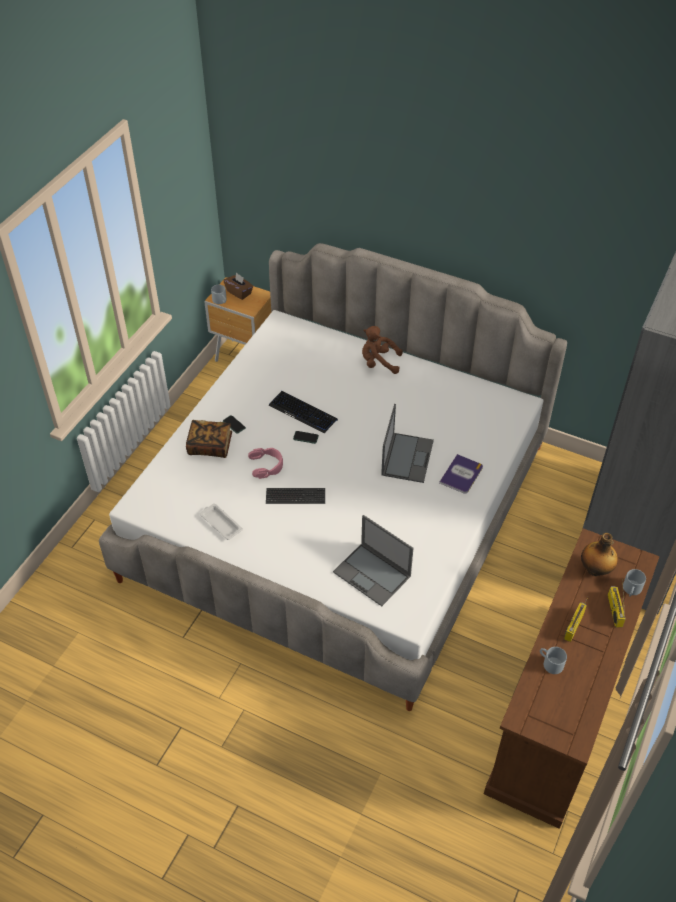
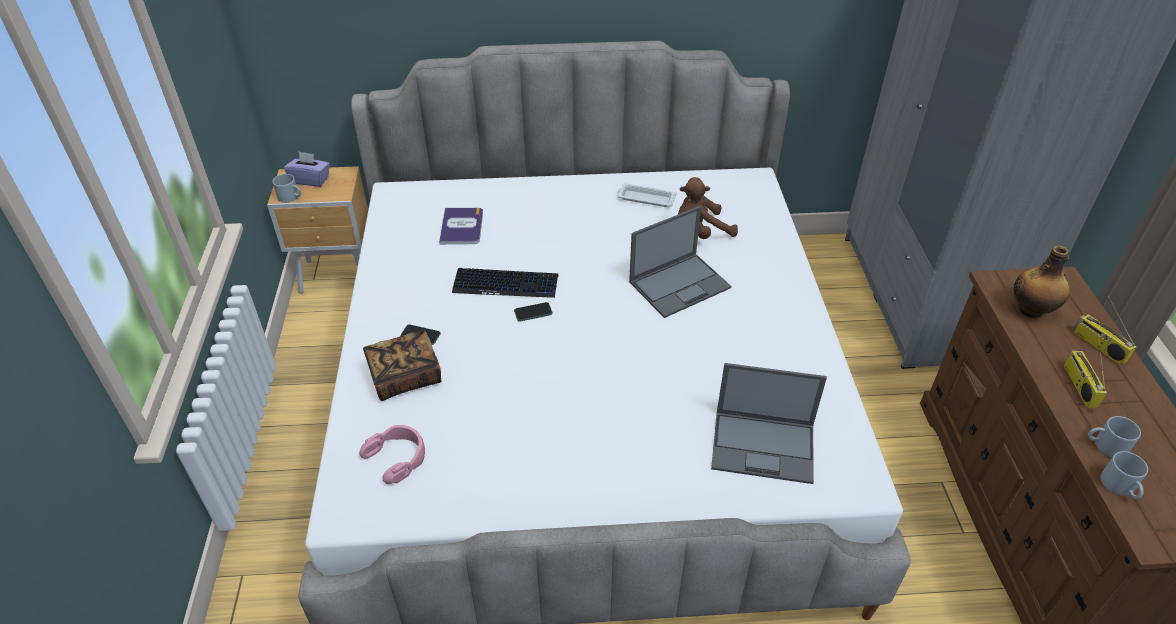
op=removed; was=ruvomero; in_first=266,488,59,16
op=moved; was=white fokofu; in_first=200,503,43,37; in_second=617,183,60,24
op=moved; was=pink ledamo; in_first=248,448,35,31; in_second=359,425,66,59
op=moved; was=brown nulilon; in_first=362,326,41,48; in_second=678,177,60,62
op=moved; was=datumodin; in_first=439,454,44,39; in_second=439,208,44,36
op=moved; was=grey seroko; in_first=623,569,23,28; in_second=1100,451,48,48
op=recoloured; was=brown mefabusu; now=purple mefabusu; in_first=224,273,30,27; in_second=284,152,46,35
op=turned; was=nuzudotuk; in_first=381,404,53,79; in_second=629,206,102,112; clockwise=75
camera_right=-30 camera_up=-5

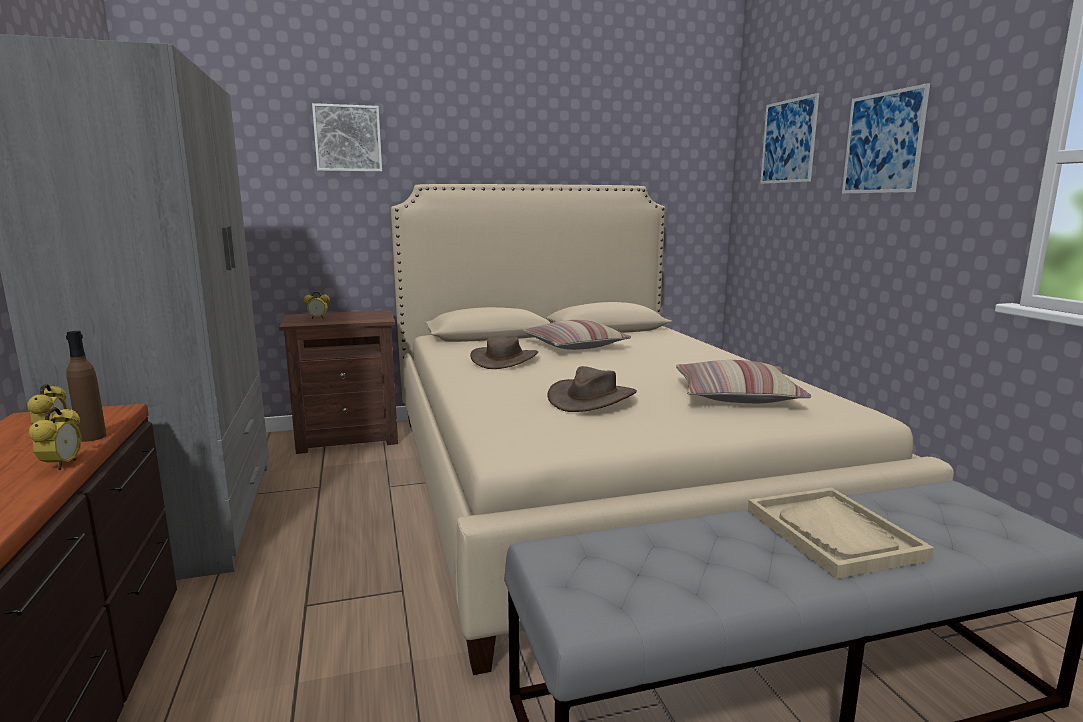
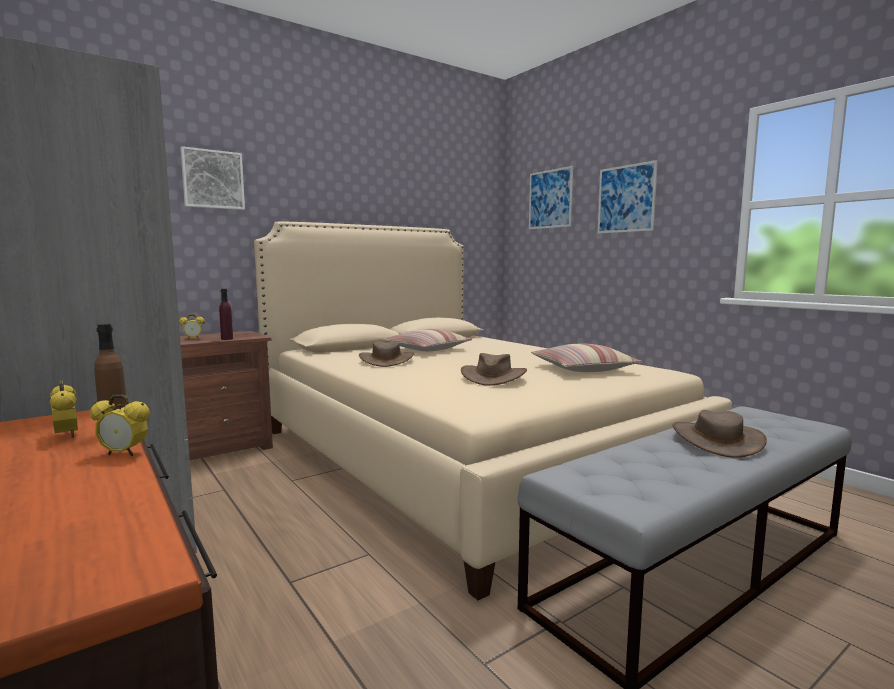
op=added; now=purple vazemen; in_second=219,289,14,51
op=replaced; was=beige fokofu; now=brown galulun; in_first=748,488,186,91; in_second=672,410,95,48
op=turned; was=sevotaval; in_first=29,407,53,63; in_second=90,394,60,62; clockwise=120
camera_right=-20 camera_up=-5

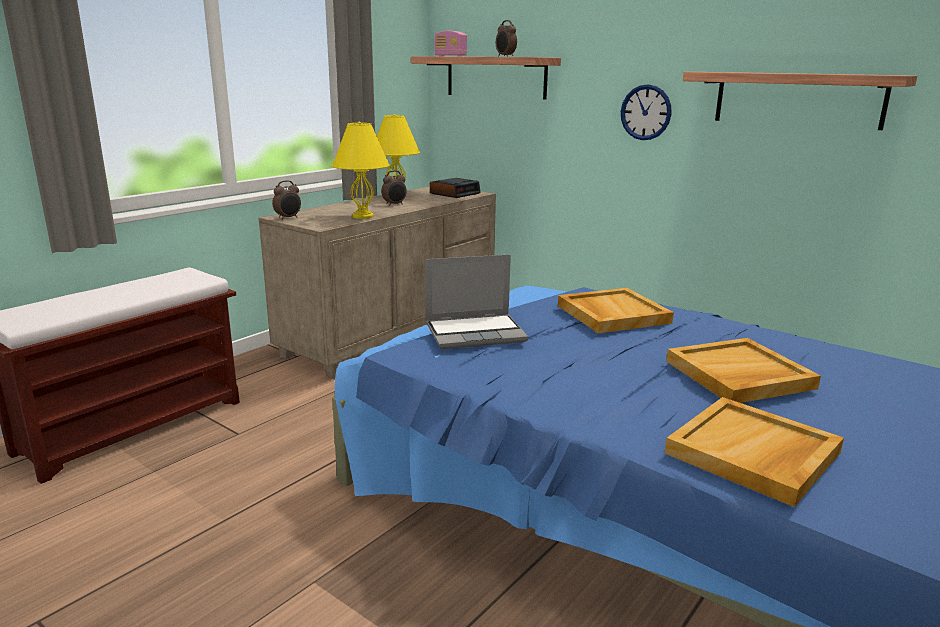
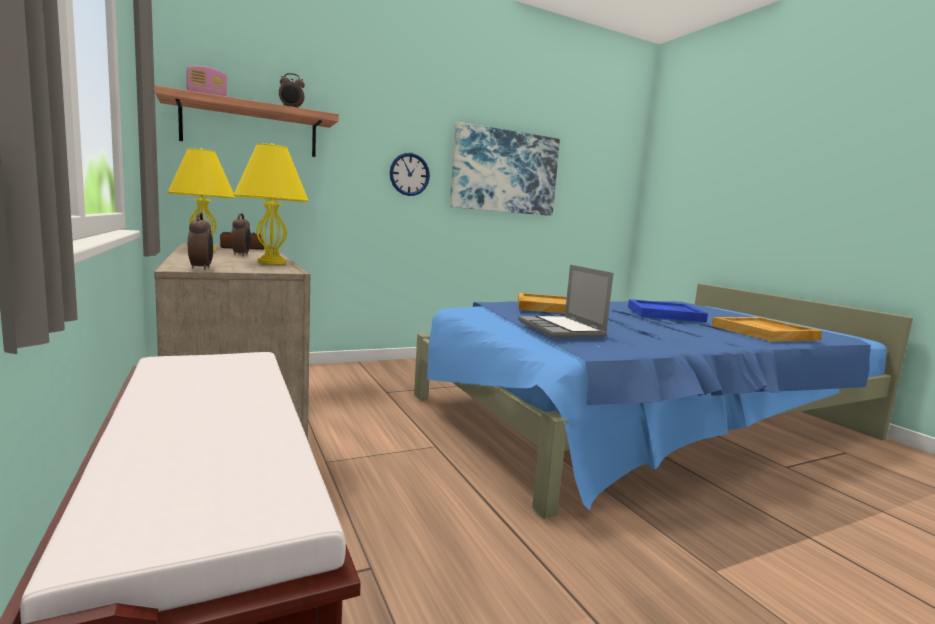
op=replaced; was=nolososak; now=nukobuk; in_first=683,72,234,58; in_second=450,122,110,94
op=recoloured; was=beige fokofu; now=blue fokofu; in_first=666,338,155,65; in_second=628,299,80,23
op=turned; was=nuzudotuk; in_first=426,254,102,95; in_second=518,265,96,73; clockwise=150
camera_right=-65 camera_up=-10

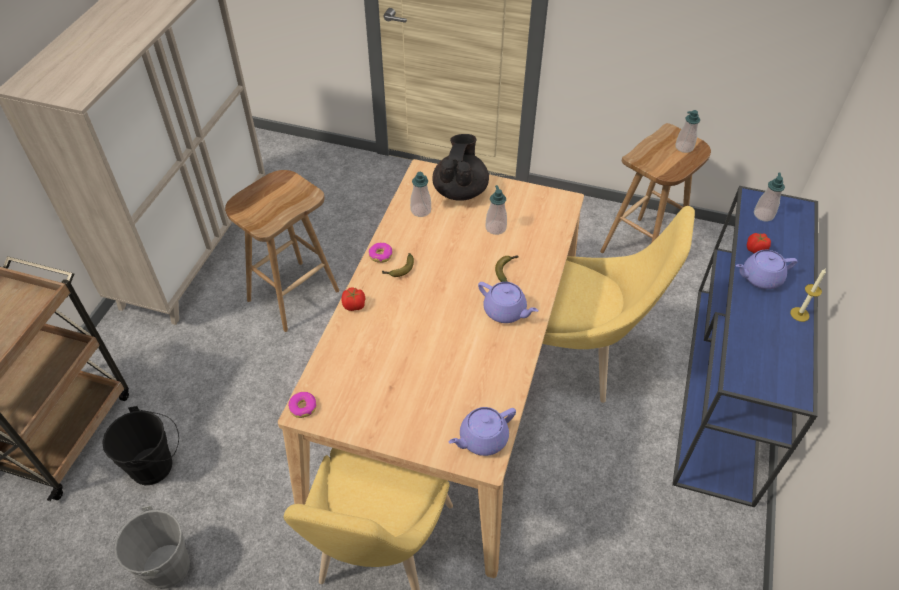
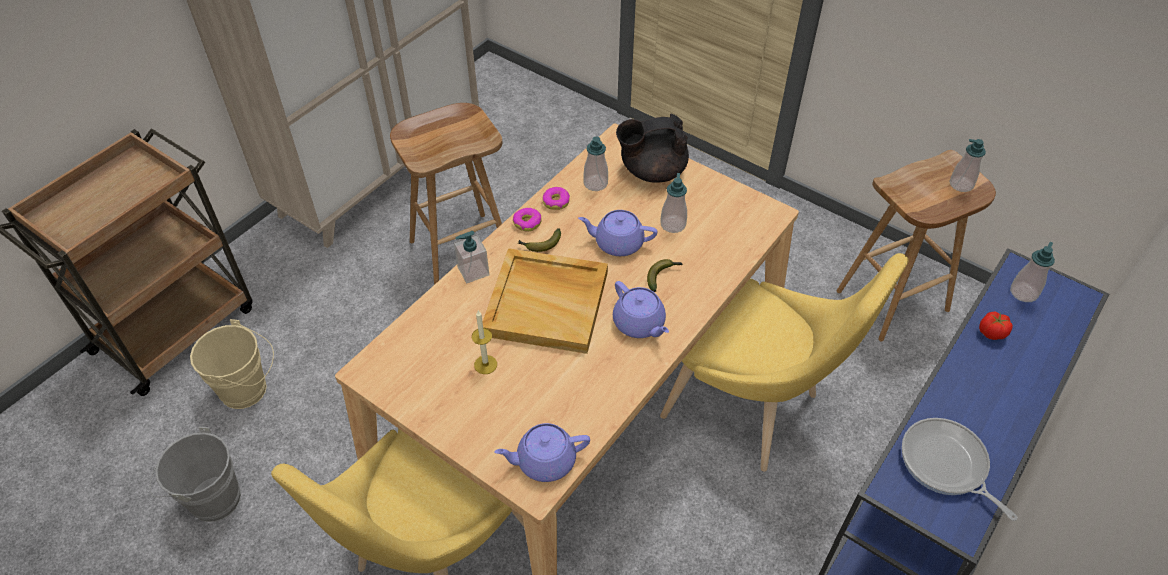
op=added; now=beige fokofu; in_second=483,248,125,106
op=added; now=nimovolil; in_second=902,418,116,103
op=moved; was=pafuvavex; in_first=288,392,28,26; in_second=542,187,28,23
op=moved; was=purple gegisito; in_first=736,250,62,39; in_second=578,210,79,46
op=moved; was=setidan; in_first=790,268,36,54; in_second=472,311,25,63
op=replaced; was=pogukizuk; now=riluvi; in_first=342,287,23,24; in_second=454,231,35,52
op=recoloured; was=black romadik; now=beige romadik; in_first=102,406,77,79; in_second=190,319,84,90
op=turned; was=black gegisito; in_first=432,134,57,67; in_second=616,114,73,69; clockwise=-135
camera_right=20 camera_up=0

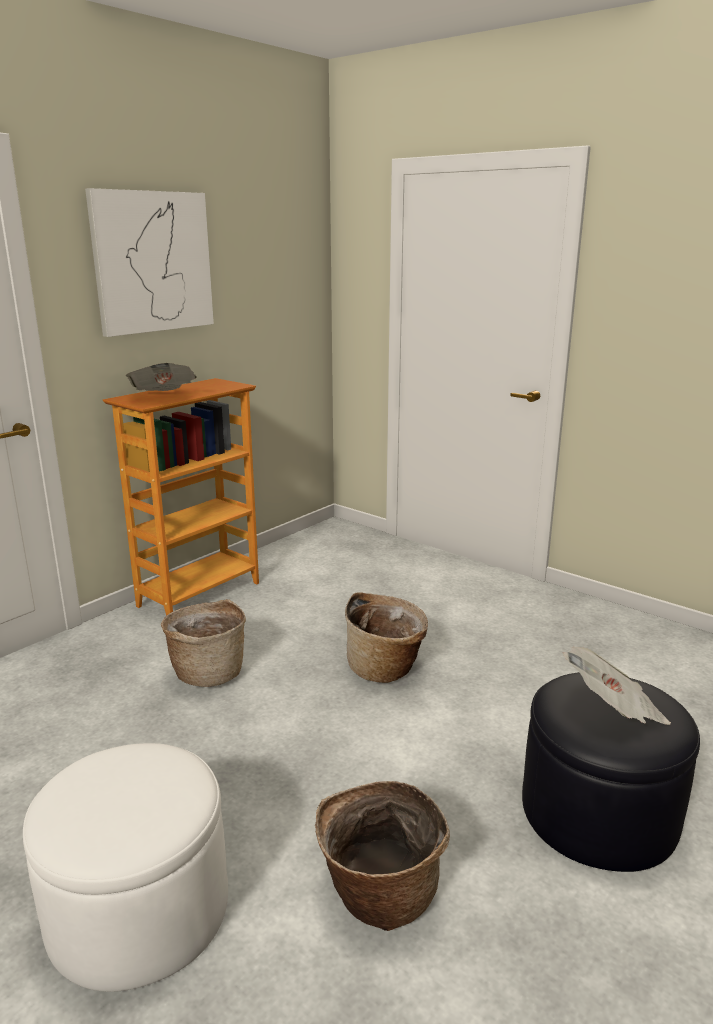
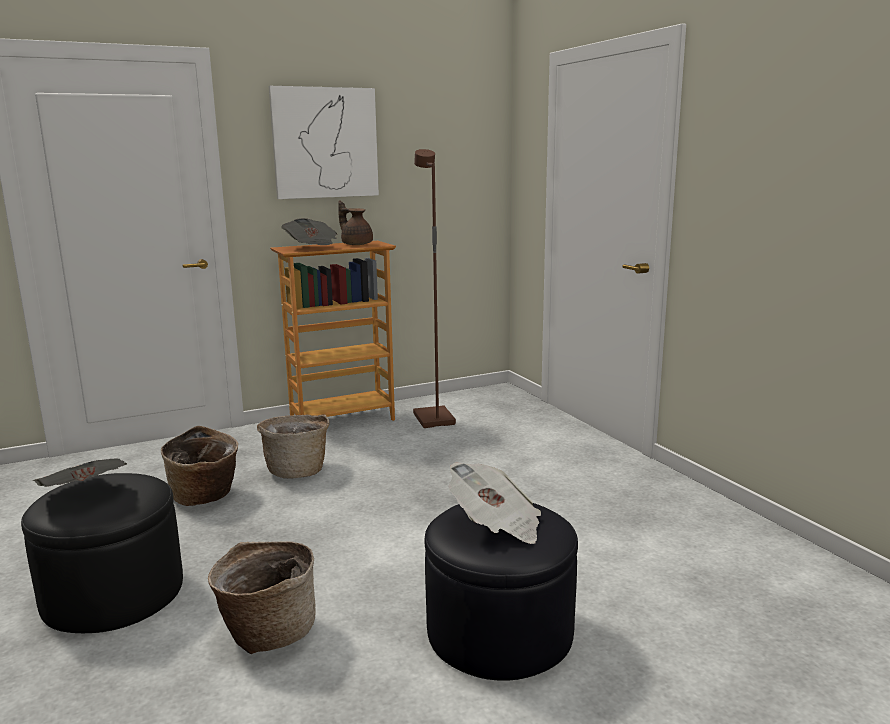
op=added; now=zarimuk; in_second=32,458,95,29
op=added; now=brown gegisito; in_second=338,200,35,45
op=added; now=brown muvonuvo; in_second=413,149,43,279
op=moved; was=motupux; in_first=345,592,83,91; in_second=161,426,77,80
op=recoloured; was=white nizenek; now=black nizenek; in_first=23,743,205,249; in_second=21,473,162,160
camera_right=25 camera_up=-5

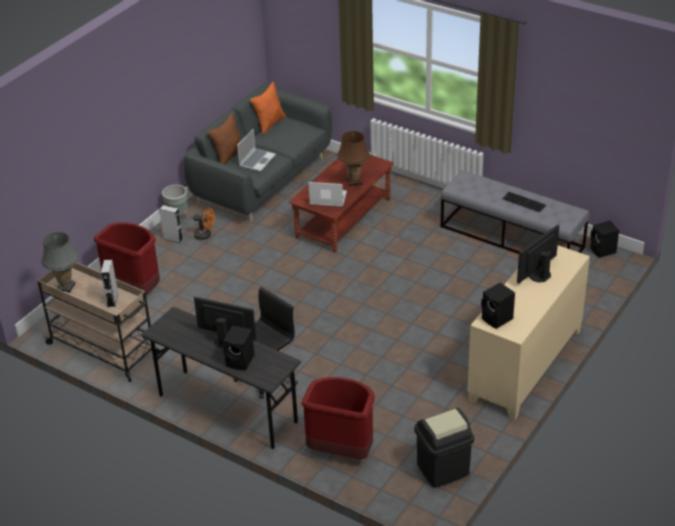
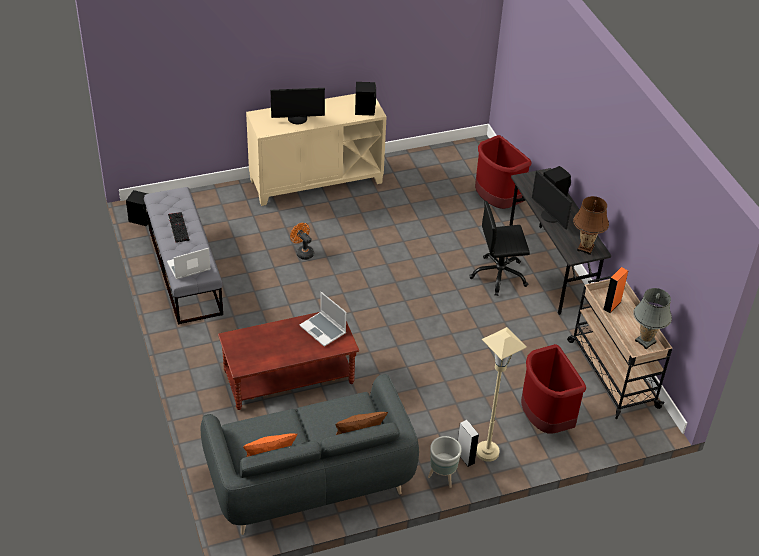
op=removed; was=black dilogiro; in_first=414,408,60,80
op=added; now=beige muvonuvo; in_second=476,327,51,135
op=moved; was=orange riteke; in_first=193,207,22,33; in_second=290,223,24,37
op=moved; was=nuzudotuk; in_first=237,129,39,43; in_second=167,248,44,31
op=moved; was=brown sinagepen; in_first=337,131,33,55; in_second=573,196,36,59
op=recoloured; was=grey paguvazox; now=orange paguvazox; in_first=101,260,18,47; in_second=603,267,25,46
camera_right=-145 camera_up=5

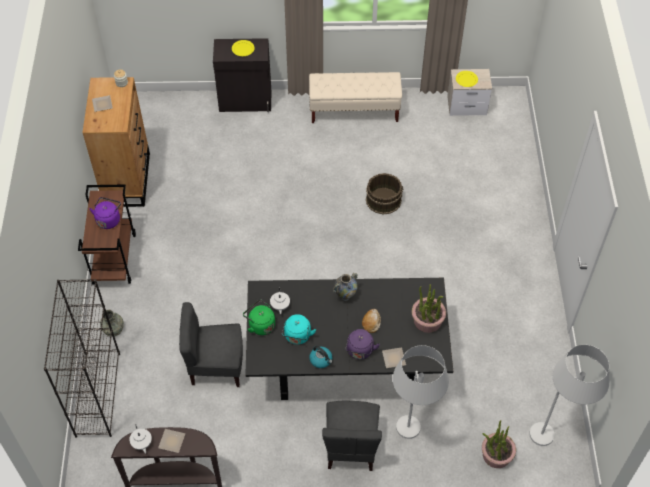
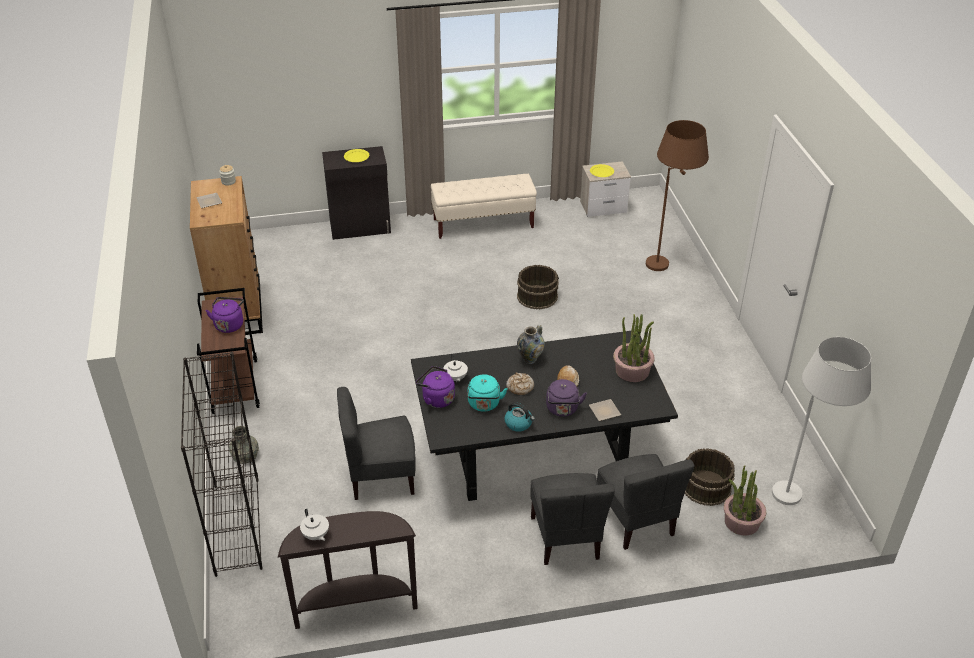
op=removed; was=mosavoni; in_first=158,429,27,24
op=added; now=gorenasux; in_second=506,373,28,22
op=added; now=brown muvonuvo; in_second=646,120,63,151
op=added; now=brown romadik; in_second=685,448,50,58
op=replaced; was=white muvonuvo; now=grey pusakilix; in_first=393,345,56,94; in_second=597,454,98,96
op=recoloured; was=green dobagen; now=purple dobagen; in_first=243,299,32,36; in_second=416,366,39,42
camera_right=-10 camera_up=-15

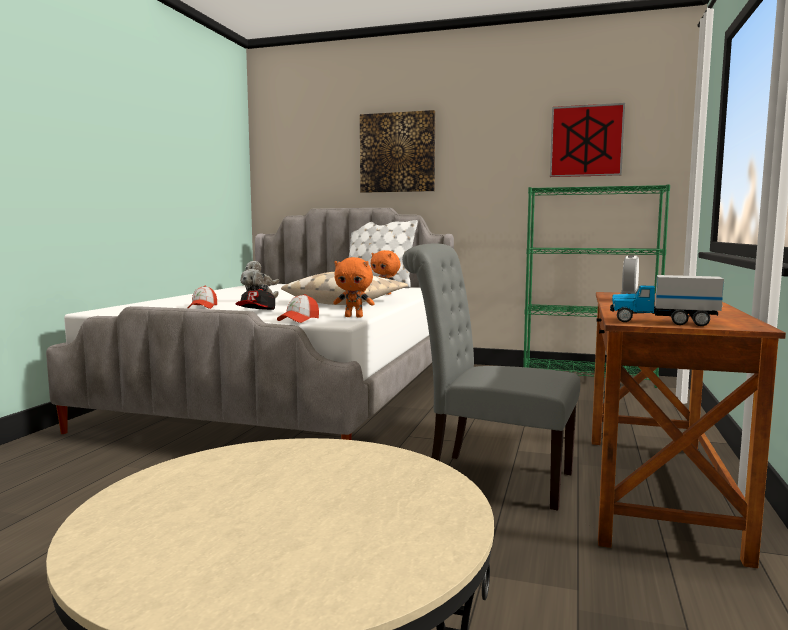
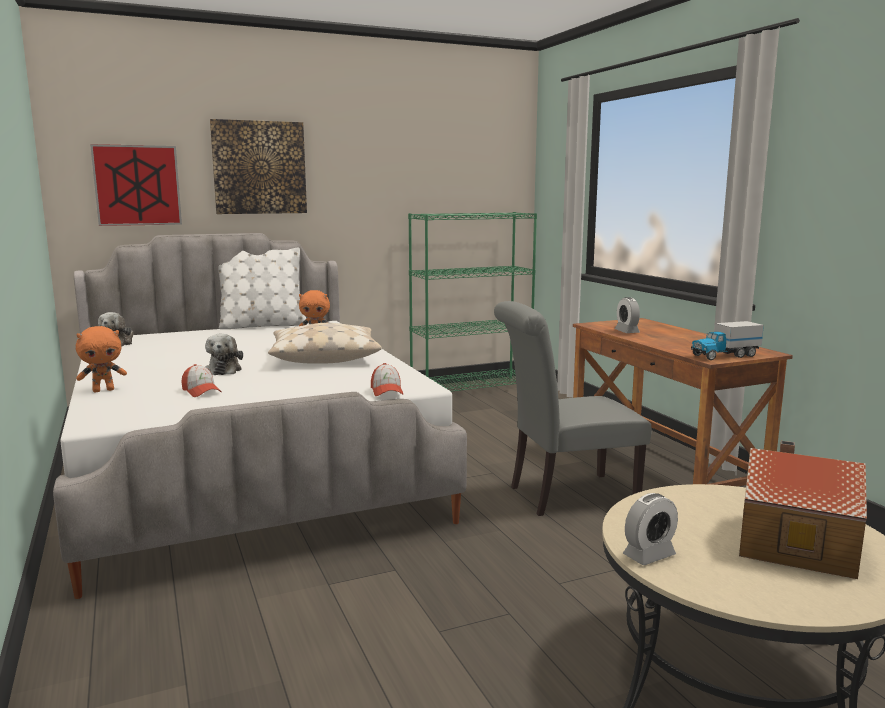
op=removed; was=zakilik; in_first=235,289,40,21
op=added; now=sevotaval; in_second=623,493,55,72
op=added; now=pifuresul; in_second=739,441,128,138
op=moved; was=orange nulilon; in_first=333,257,42,60; in_second=76,326,51,66
op=moved; was=nukobuk; in_first=550,103,75,74; in_second=90,144,92,82
camera_right=-40 camera_up=5

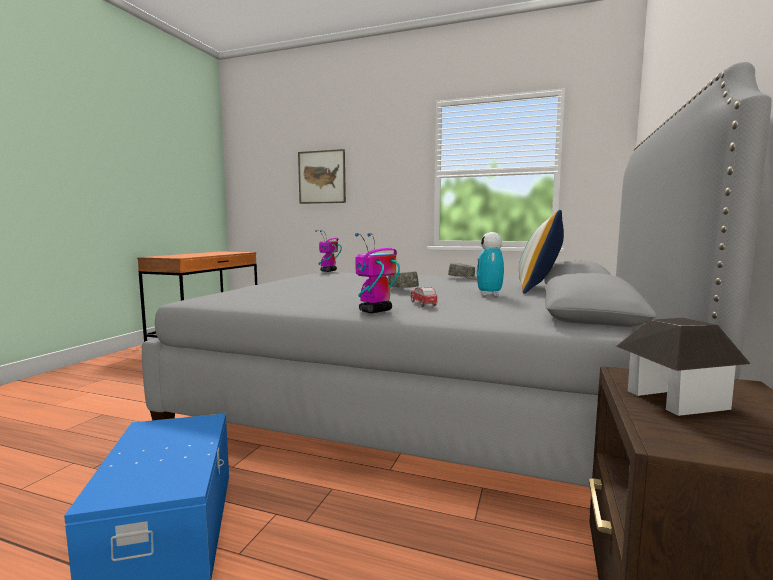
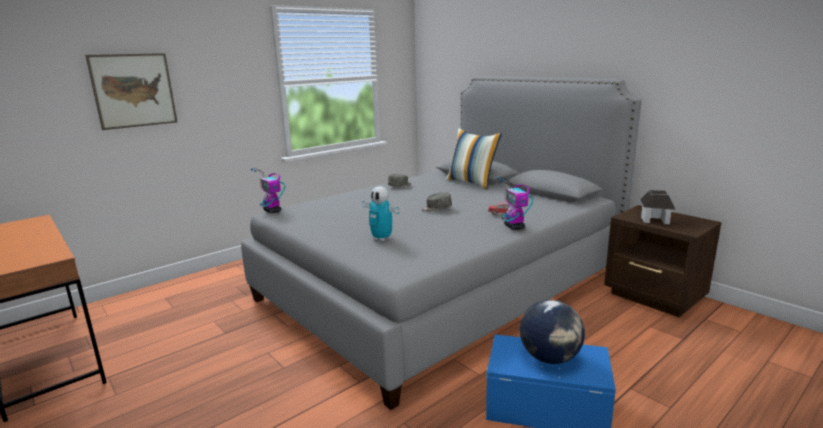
op=added; now=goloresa; in_second=520,300,65,64
op=moved; was=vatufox; in_first=476,232,28,64; in_second=362,186,38,56
camera_right=-60 camera_up=10

